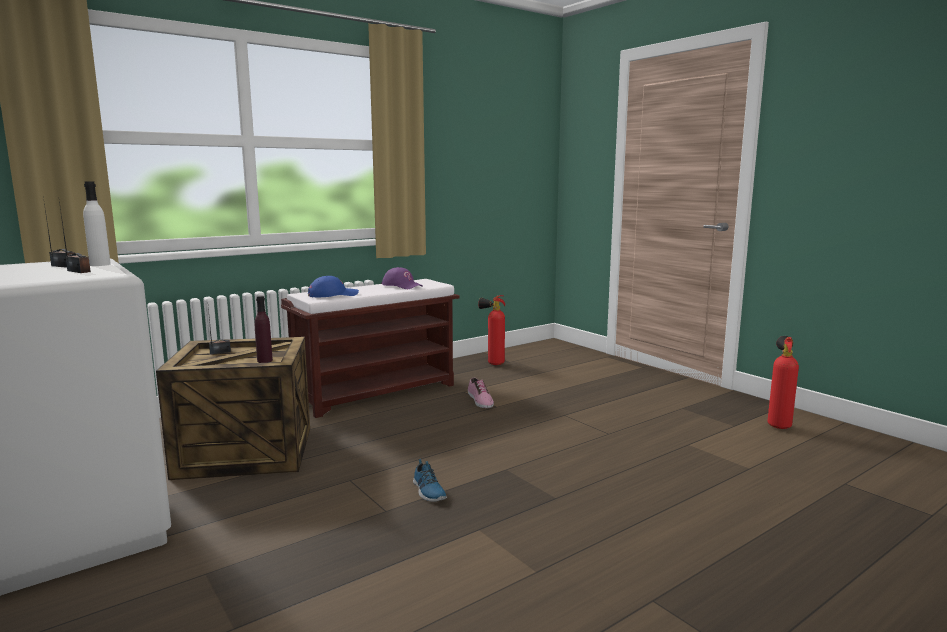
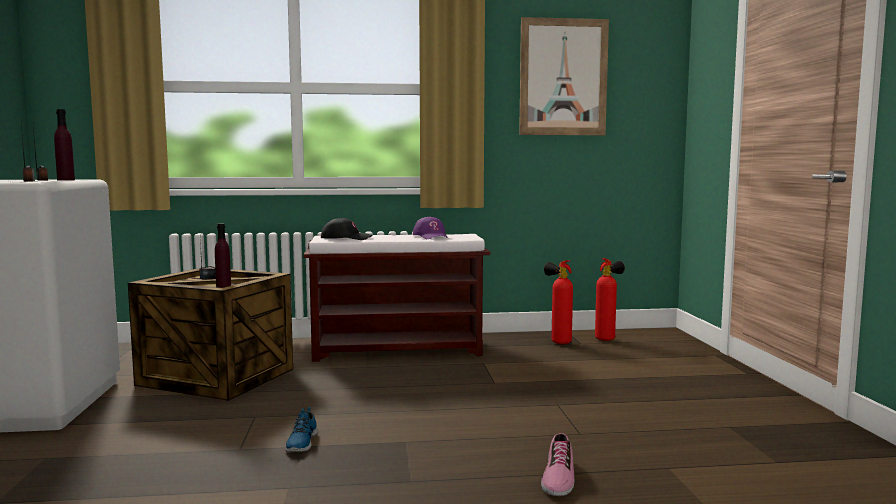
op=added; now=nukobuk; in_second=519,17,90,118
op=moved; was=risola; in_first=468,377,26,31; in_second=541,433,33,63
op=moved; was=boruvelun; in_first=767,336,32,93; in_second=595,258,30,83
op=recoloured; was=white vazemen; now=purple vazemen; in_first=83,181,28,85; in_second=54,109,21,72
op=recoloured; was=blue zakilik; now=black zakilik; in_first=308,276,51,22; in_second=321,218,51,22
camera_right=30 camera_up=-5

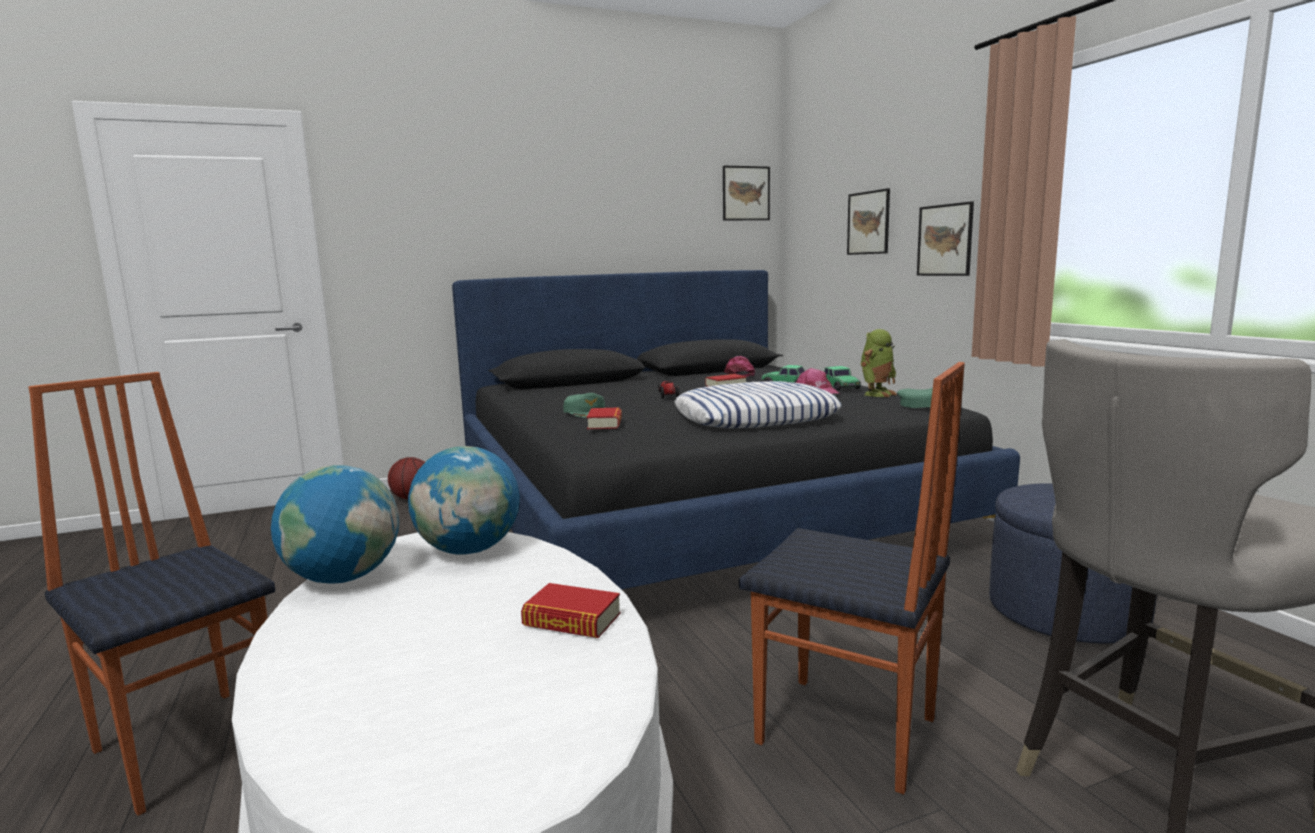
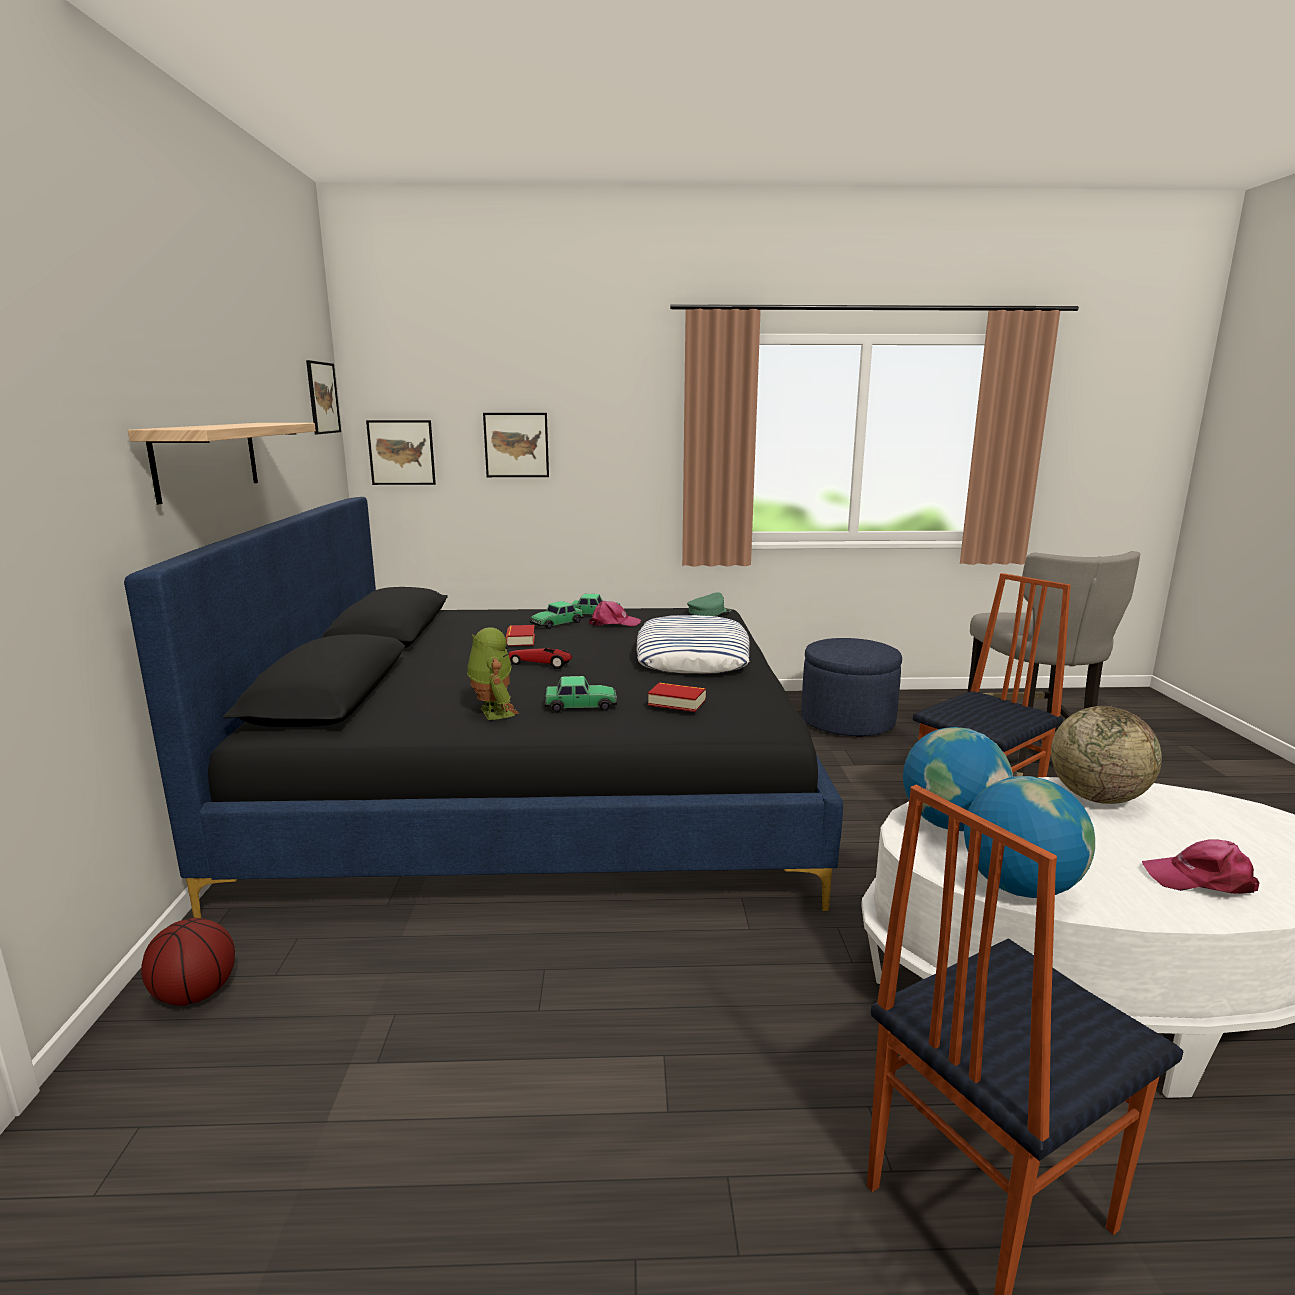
op=added; now=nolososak; in_second=128,423,188,81
op=moved; was=pink zakilik; in_first=724,356,31,21; in_second=1142,839,117,55
op=moved; was=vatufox; in_first=861,329,36,68; in_second=467,627,52,93
op=moved; was=nukobuk; in_first=917,201,57,75; in_second=366,420,70,65
op=replaced; was=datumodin; now=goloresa; in_first=521,583,100,55; in_second=1051,706,111,98
op=replaced; was=green zakilik; now=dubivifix; in_first=563,393,42,25; in_second=545,676,72,36
camera_right=-70 camera_up=5

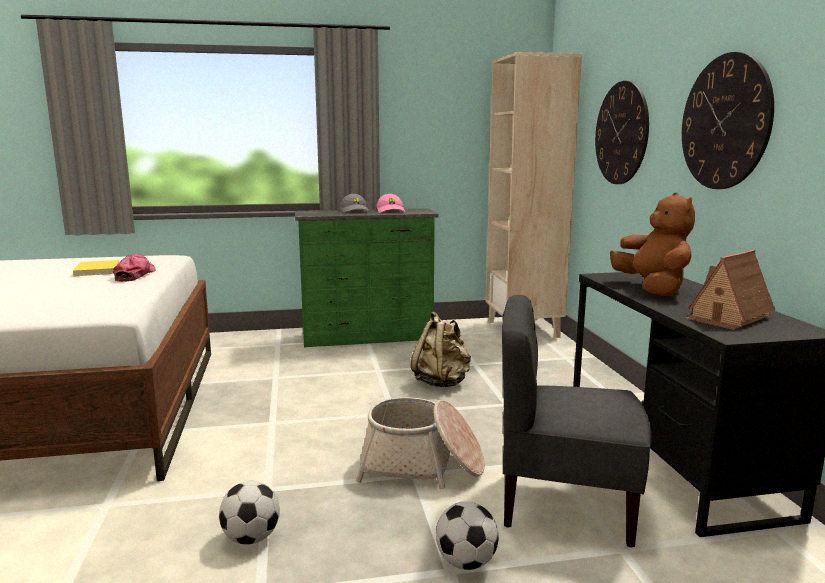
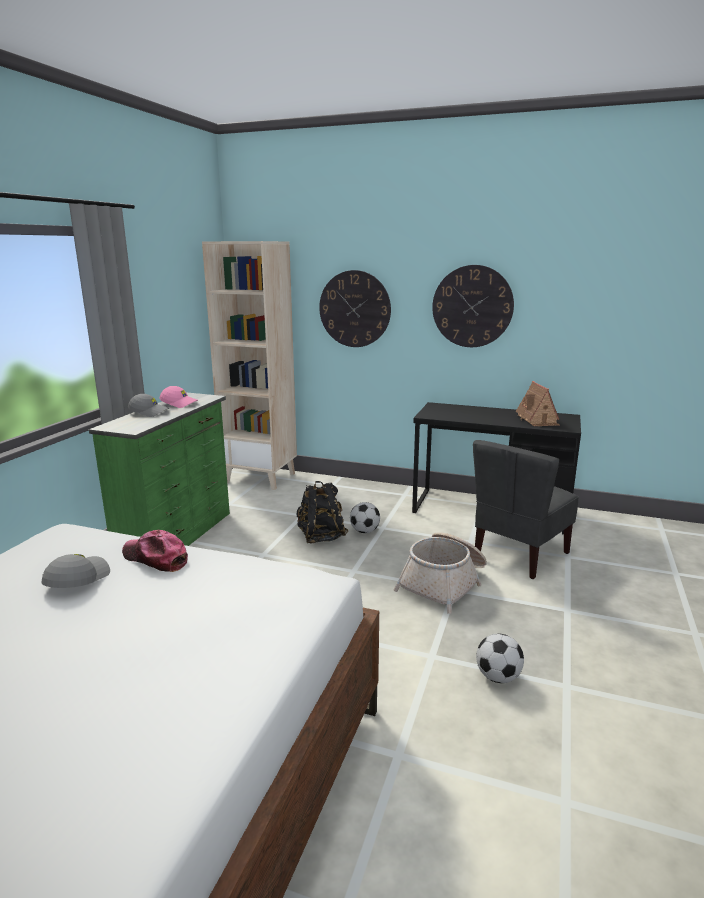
op=removed; was=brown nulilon; in_first=610,193,85,103
op=moved; was=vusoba; in_first=436,501,63,69; in_second=350,502,30,31
op=replaced; was=yellow datumodin; now=grey zakilik; in_first=73,260,47,16; in_second=41,554,69,34
op=recoloured; was=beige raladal; now=black raladal; in_first=411,312,60,75; in_second=297,481,51,63
camera_right=-60 camera_up=5

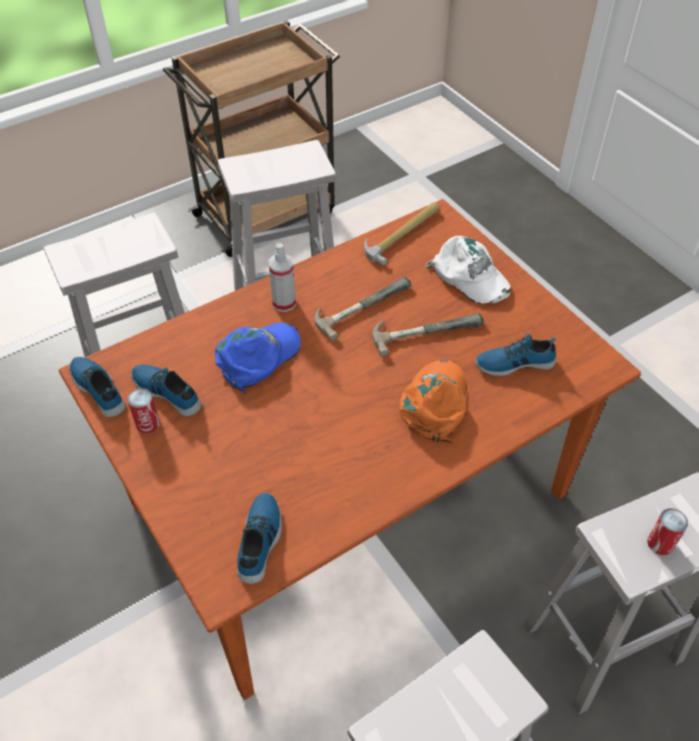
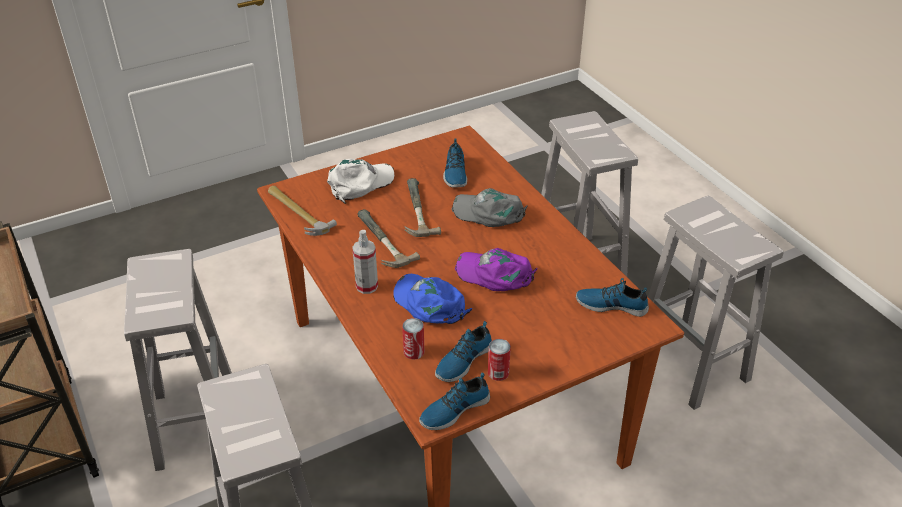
op=added; now=purple zakilik; in_second=455,248,83,43
op=moved; was=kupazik; in_first=647,508,41,47; in_second=402,318,22,41
op=recoloured; was=orange zakilik; now=grey zakilik; in_first=400,360,67,82; in_second=452,188,76,39
camera_right=-85 camera_up=-10

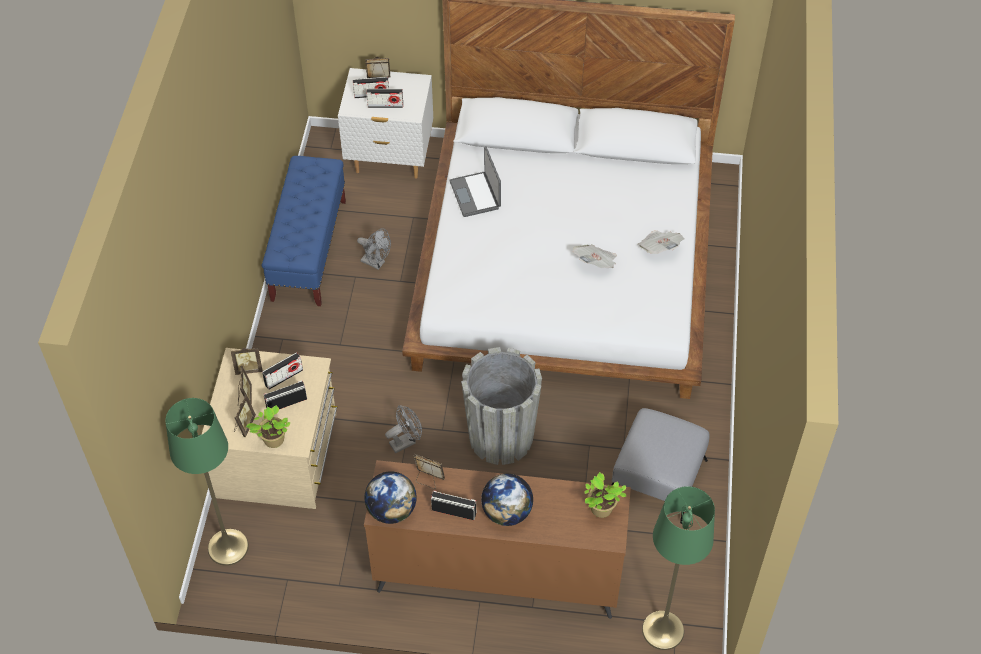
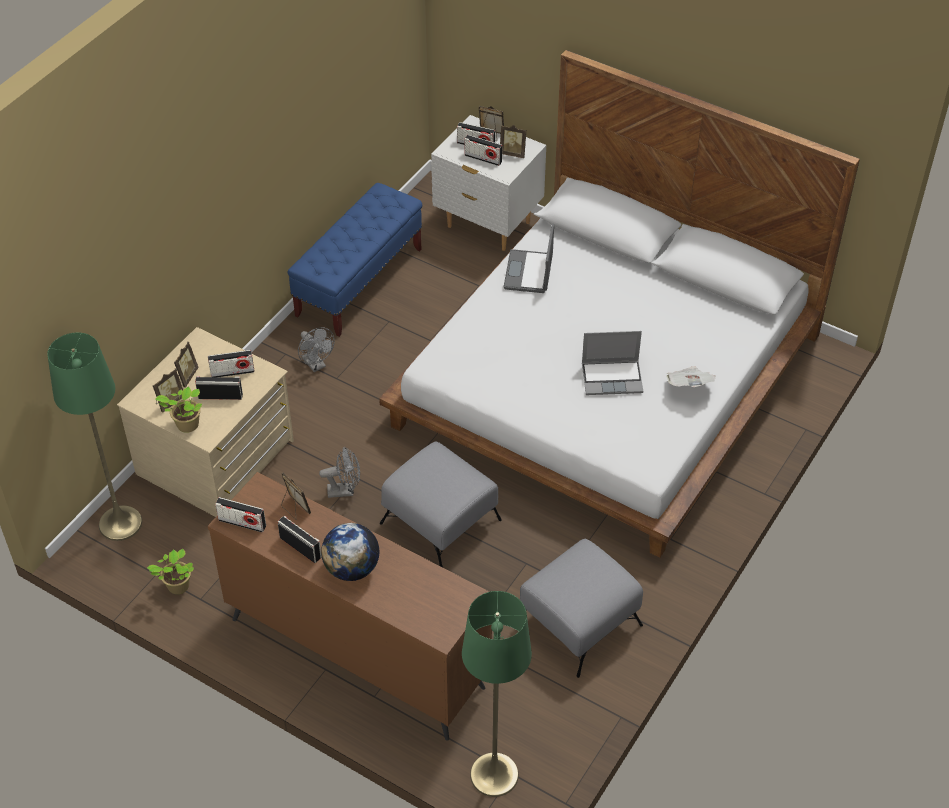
op=moved; was=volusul; in_first=231,347,32,28; in_second=500,125,26,33
op=moved; was=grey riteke; in_first=357,228,34,42; in_second=298,327,37,45
op=moved; was=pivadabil; in_first=585,472,41,46; in_second=147,549,47,45
op=replaced; was=goloresa; now=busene; in_first=365,471,52,53; in_second=215,497,51,36
op=replaced; was=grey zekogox; now=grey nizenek; in_first=461,347,81,118; in_second=380,442,122,125
op=replaced; was=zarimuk; now=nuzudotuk; in_first=573,244,44,24; in_second=582,331,61,64
camera_right=25 camera_up=-5

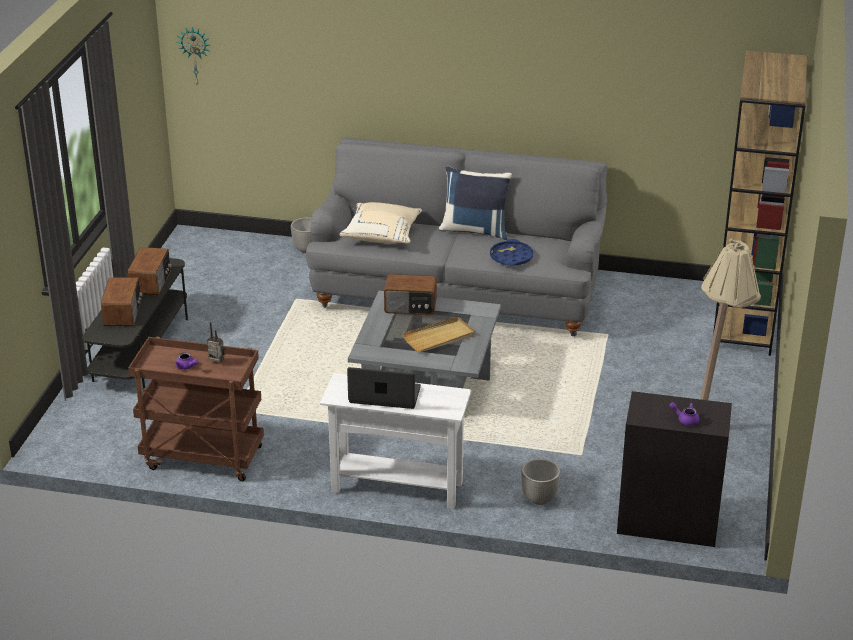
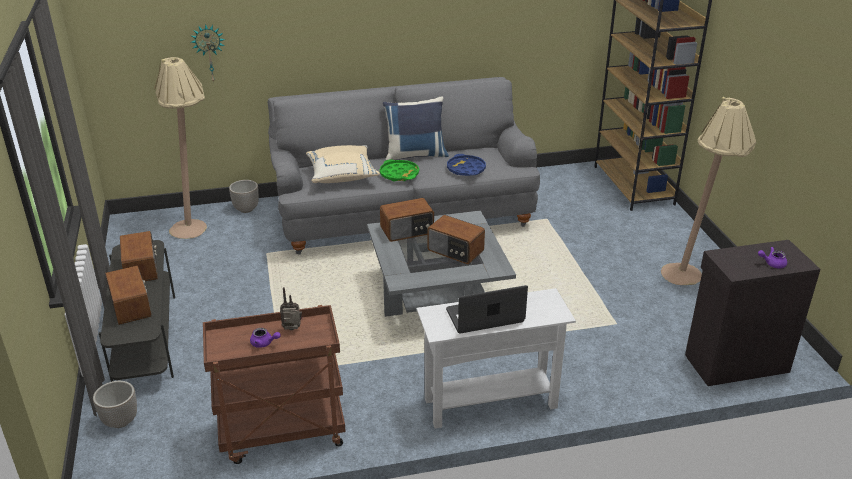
op=added; now=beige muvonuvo; in_second=154,57,53,182
op=added; now=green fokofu; in_second=380,159,39,22
op=moved; was=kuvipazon; in_first=177,27,33,58; in_second=191,24,34,59
op=moved; was=zekogox; in_first=521,459,39,46; in_second=93,381,44,47
op=replaced; was=beige fokofu; now=busene; in_first=402,317,73,35; in_second=427,215,58,49
camera_right=-25 camera_up=0

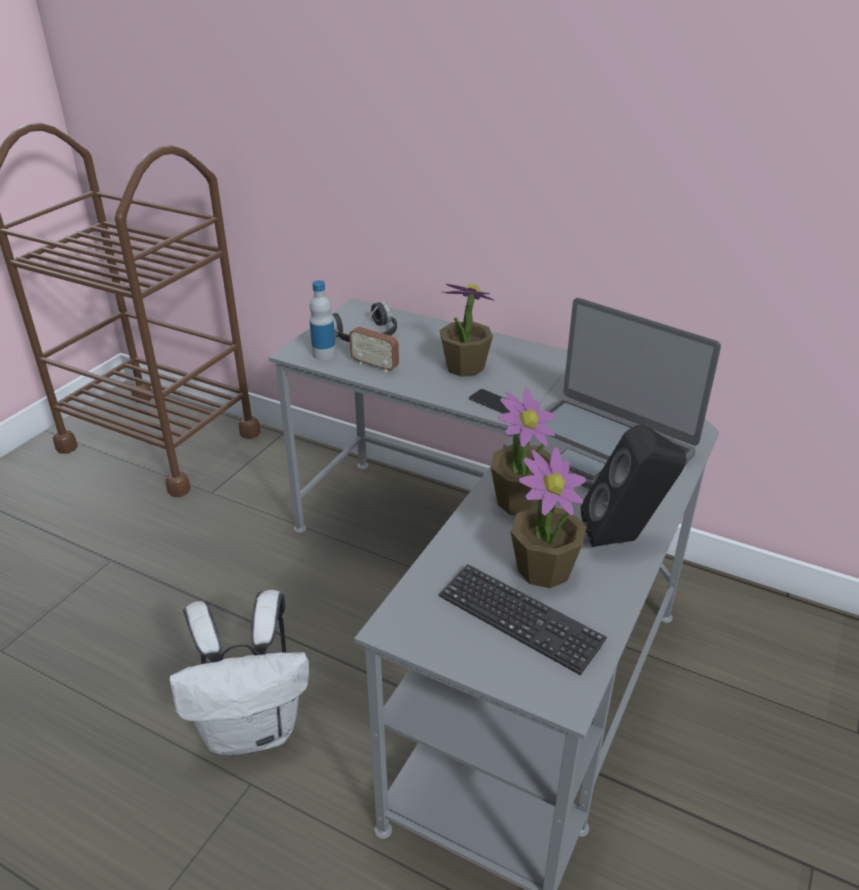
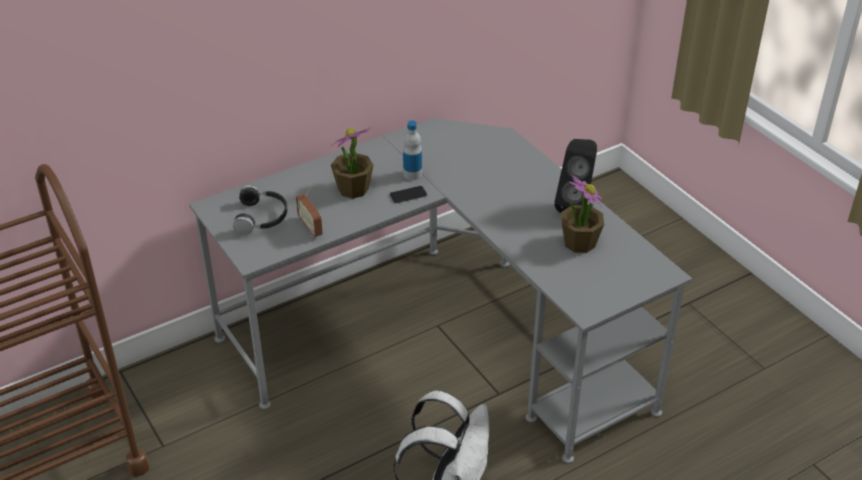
op=removed; was=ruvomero; in_first=439,564,168,111
op=removed; was=pivadabil; in_first=491,388,64,128
op=removed; was=nuzudotuk; in_first=503,298,218,191
op=moved; was=vazemen; in_first=309,280,27,80; in_second=403,121,19,59
op=turned; was=busene; in_first=349,306,50,66; in_second=296,185,27,52; clockwise=90
camera_right=-60 camera_up=5

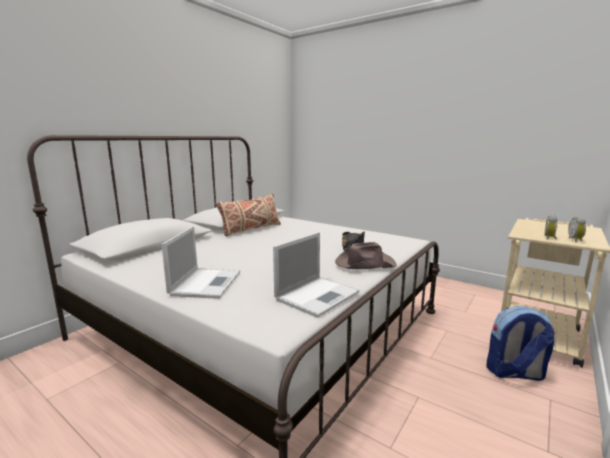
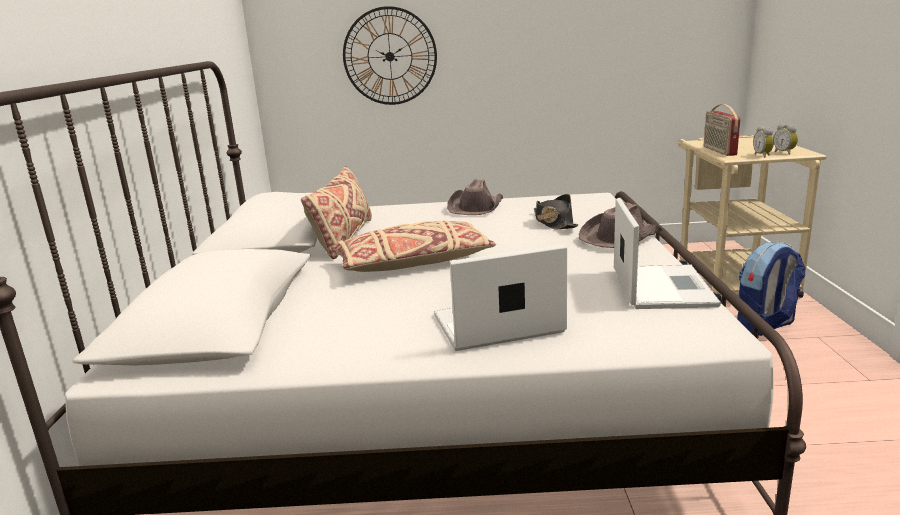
op=added; now=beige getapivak; in_second=331,220,165,52
op=added; now=kuvipazon; in_second=343,6,94,99
op=added; now=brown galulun; in_second=447,179,56,36
op=added; now=busene; in_second=704,104,36,52
op=turned; was=nuzudotuk; in_first=162,226,78,73; in_second=434,244,133,107; clockwise=-75
camera_right=-35 camera_up=5

